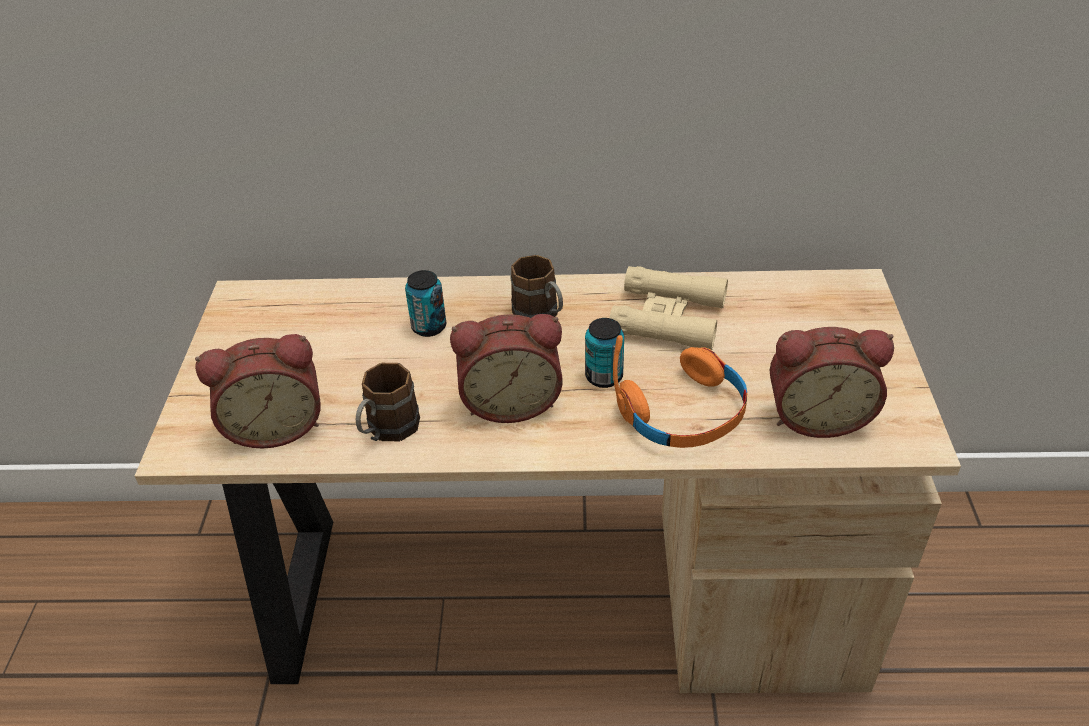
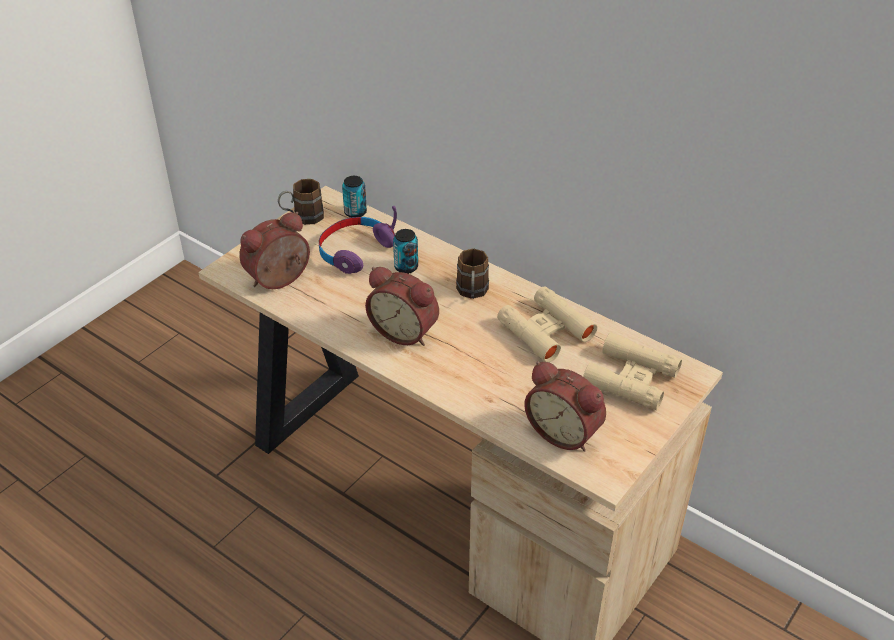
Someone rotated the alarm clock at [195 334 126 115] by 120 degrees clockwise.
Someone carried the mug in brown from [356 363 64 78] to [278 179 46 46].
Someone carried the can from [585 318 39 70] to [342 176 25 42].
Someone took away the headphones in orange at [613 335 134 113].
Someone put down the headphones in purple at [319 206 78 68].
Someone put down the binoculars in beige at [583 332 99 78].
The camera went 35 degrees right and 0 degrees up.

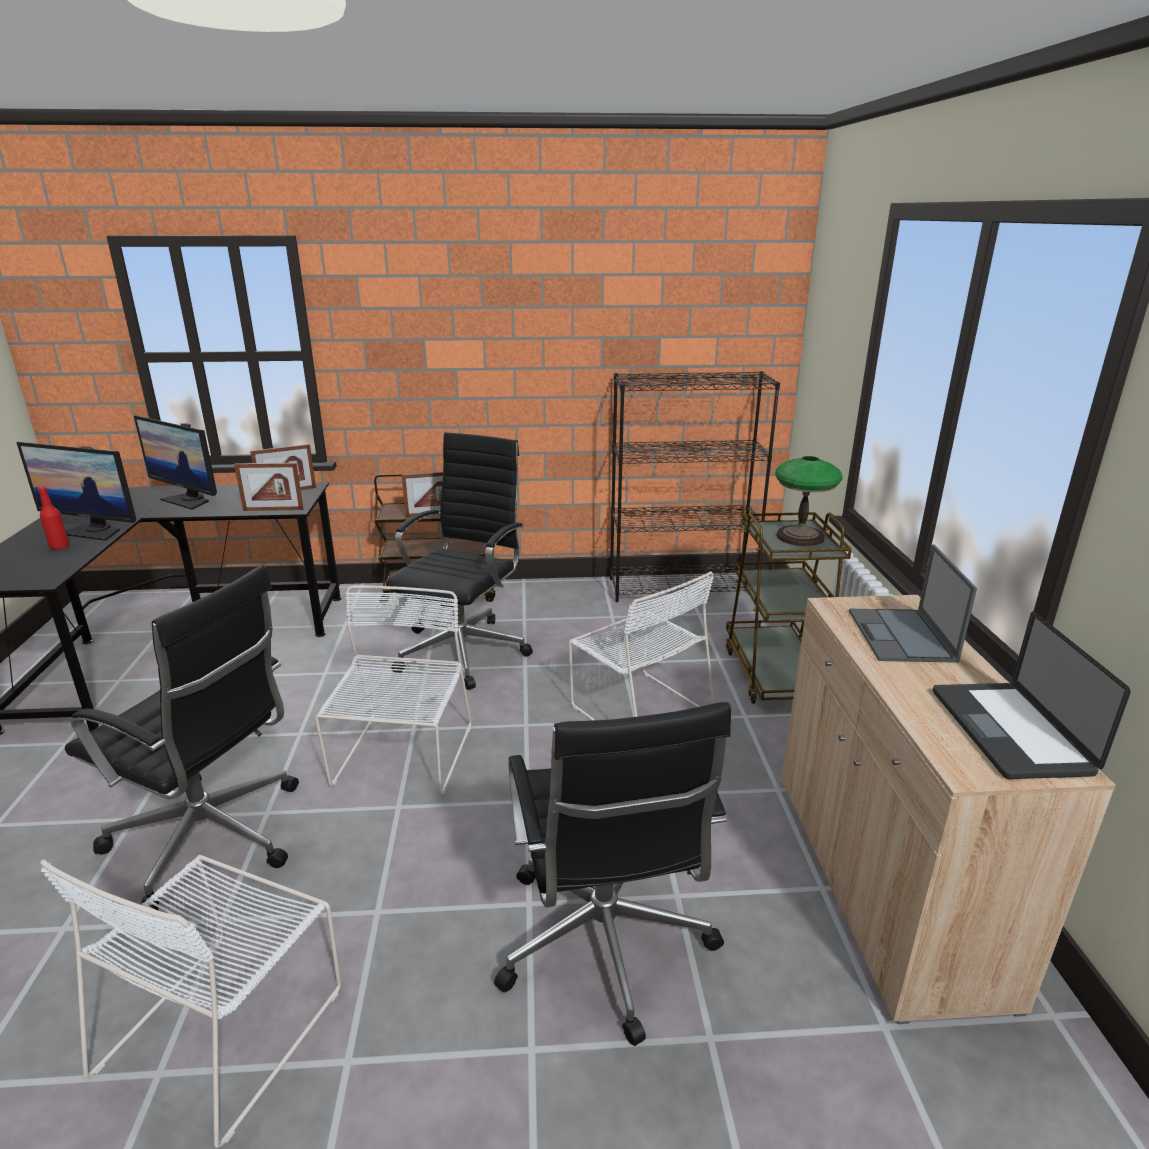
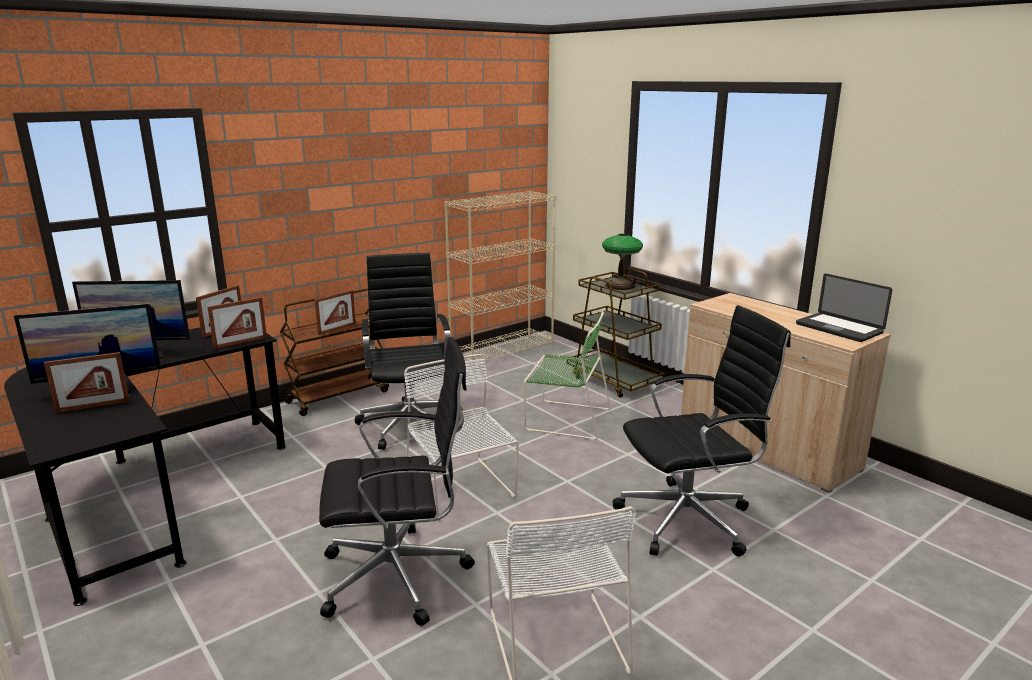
Someone swapped the bottle in red at [38 486 31 64] for the picture frame at [44 352 86 61].
Someone rotated the office chair in black at [494 702 237 344] by 60 degrees counterclockwise.
Someone repainted the chair in white at [569 571 146 149], which became the chair in green at [524 311 87 129].
Someone repainted the bookcase in black at [610 371 170 231], which became the bookcase in beige at [444 191 112 179].
Someone took away the laptop at [849 544 128 119].
The camera went 35 degrees left and 5 degrees down.

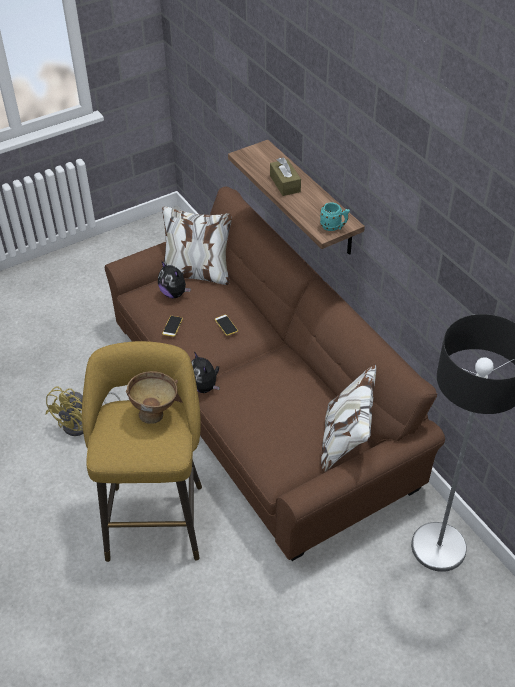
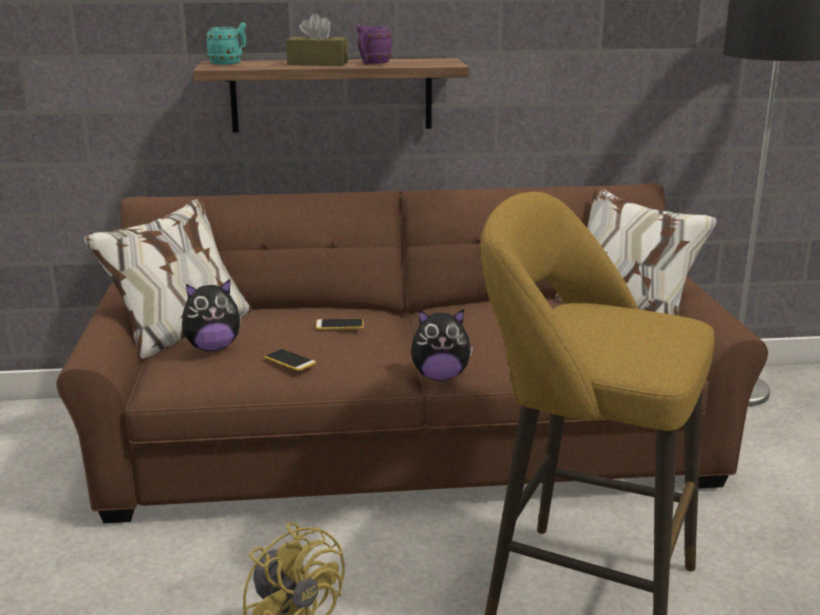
Someone took away the bowl in brown at [126 371 52 53].
Someone carried the mug in turquoise from [320 202 30 29] to [206 23 40 42].
Someone put down the mug in purple at [356 25 36 40].
The camera went 65 degrees left and 25 degrees down.

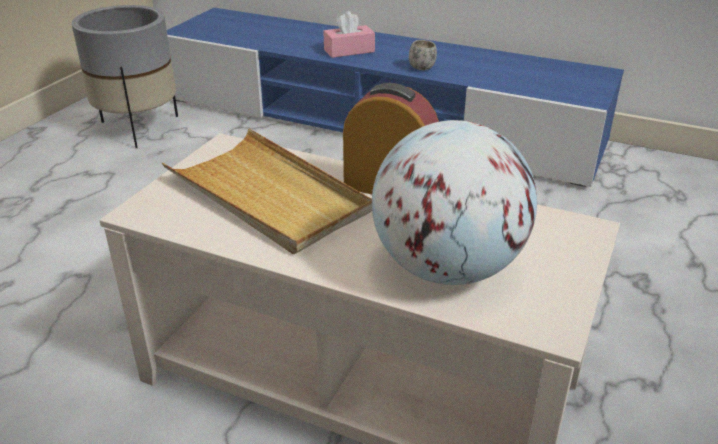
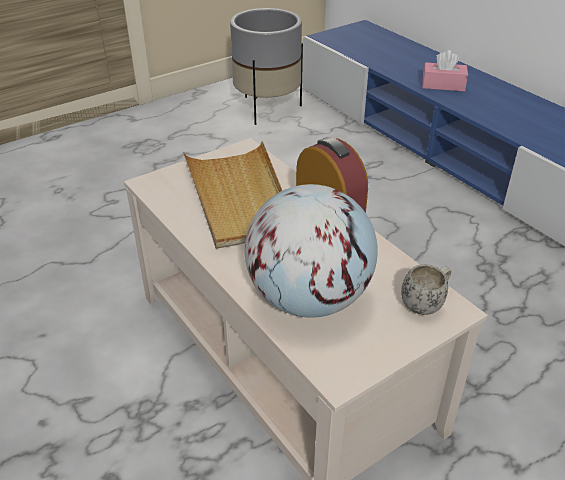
Someone carried the mug in white from [409 40 28 30] to [401 264 51 51].
The camera went 30 degrees right and 5 degrees up.

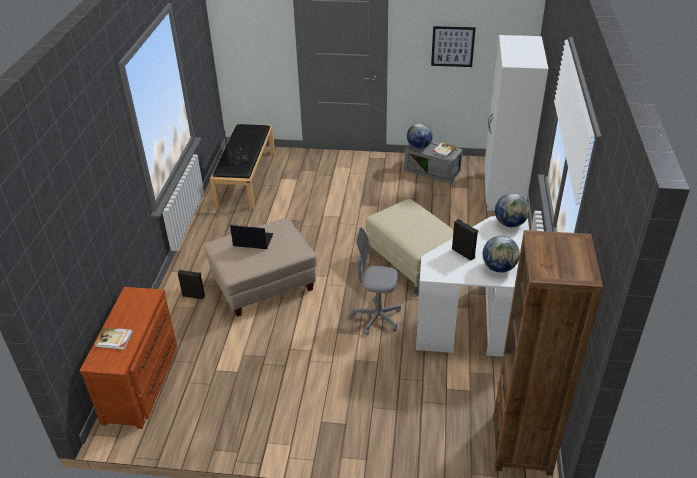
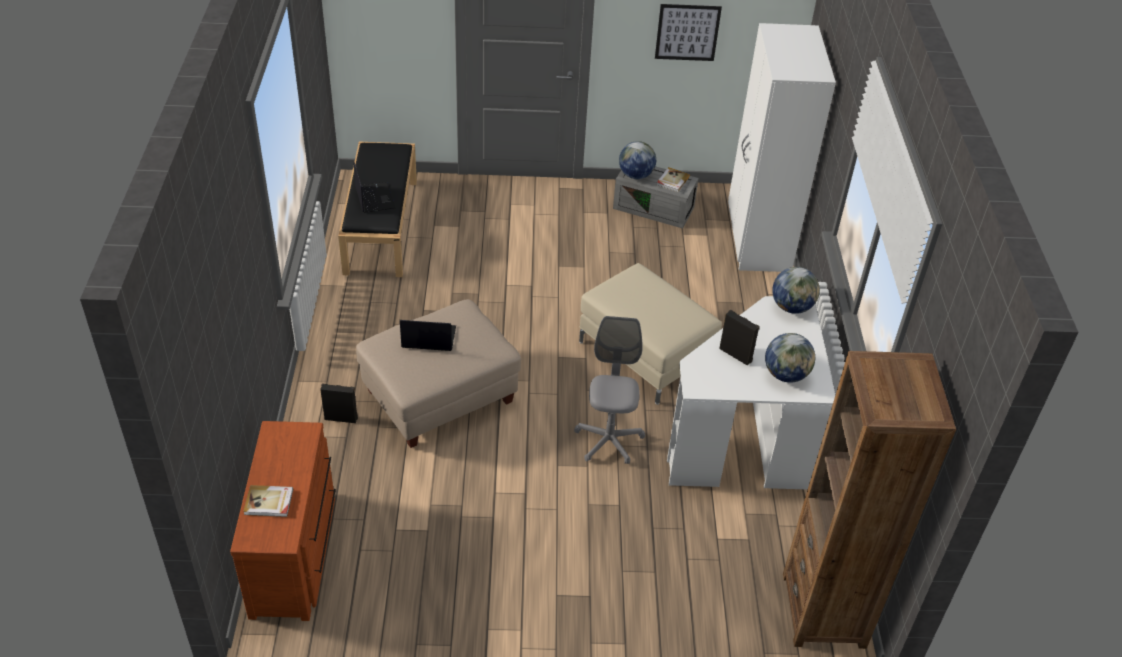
Someone rotated the office chair in grey at [351 227 50 108] by 90 degrees clockwise.
The camera went 10 degrees left and 5 degrees up.

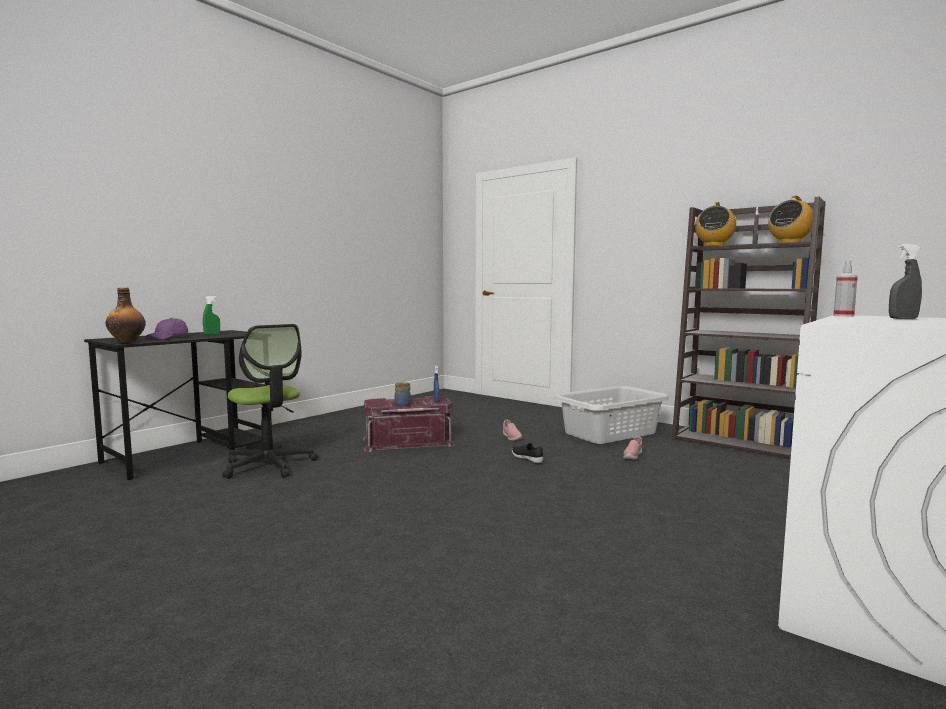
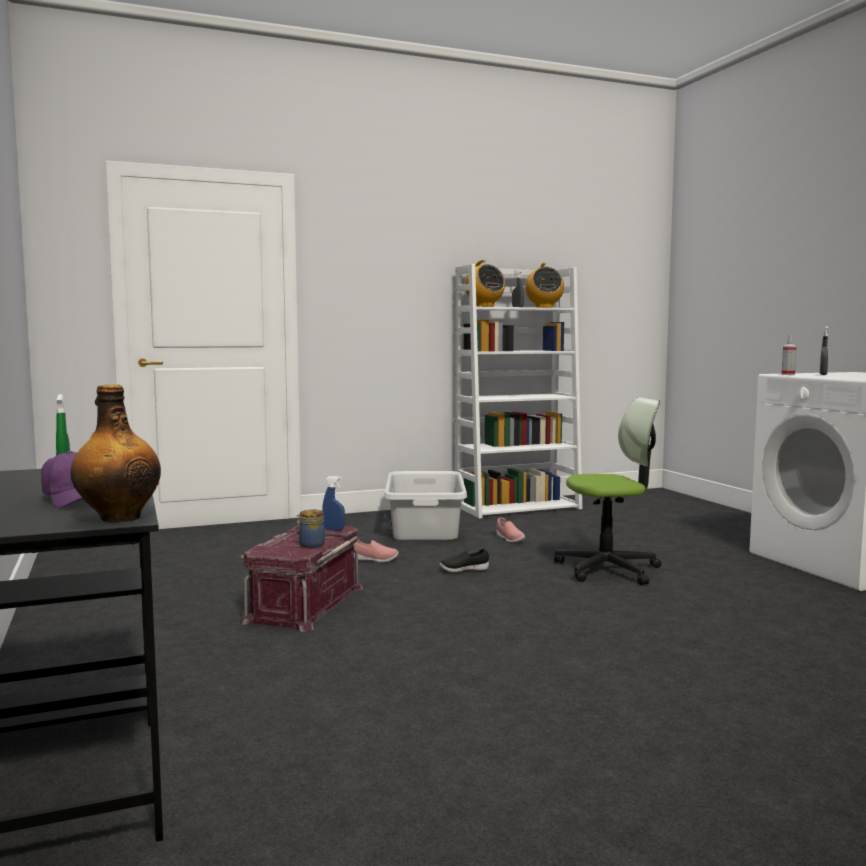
Someone carried the office chair from [222 324 96 155] to [554 397 107 188].
Someone repainted the bookcase in brown at [672 197 154 260], which became the bookcase in white at [455 264 127 254].
The camera went 60 degrees left and 0 degrees up.

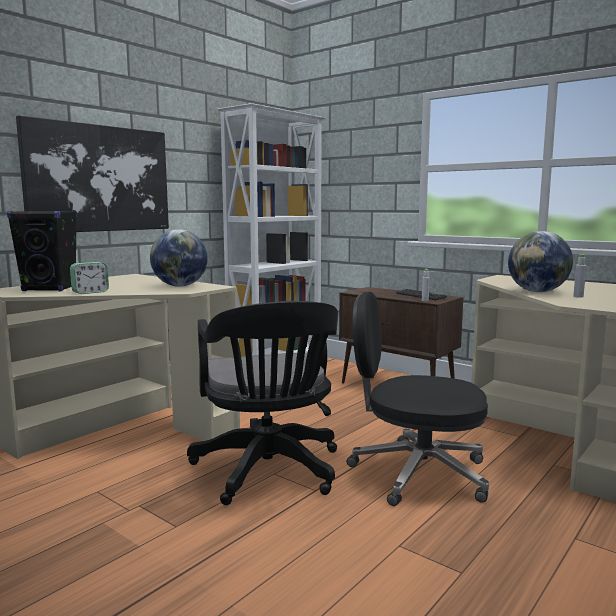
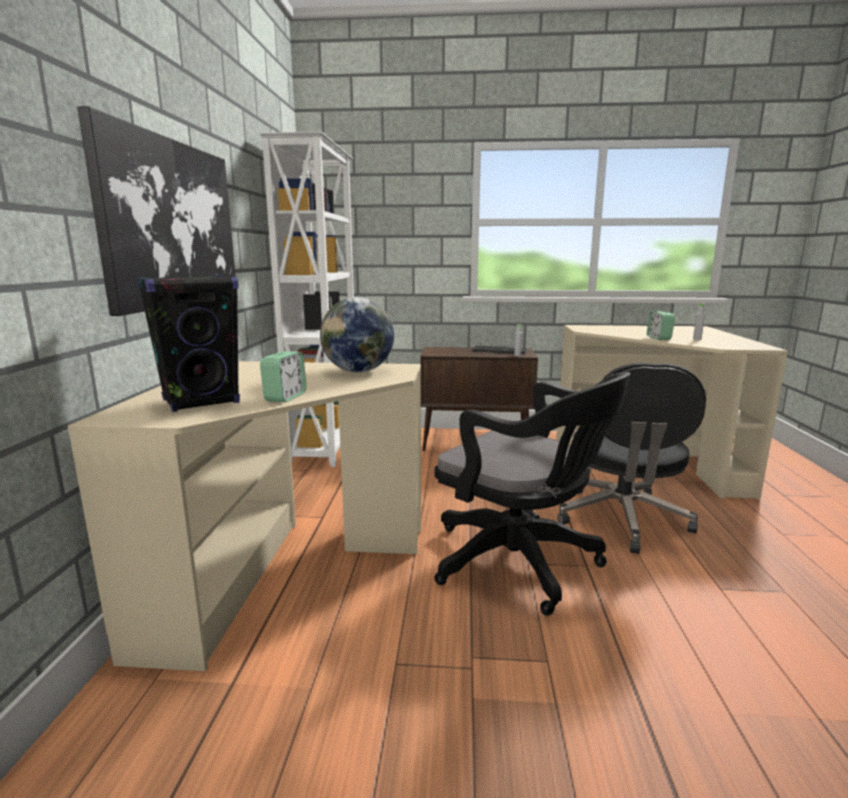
Someone rotated the office chair in black at [347 292 142 214] by 60 degrees counterclockwise.
Someone swapped the globe at [508 231 65 61] for the alarm clock at [647 311 28 29].
The camera went 35 degrees left and 5 degrees up.

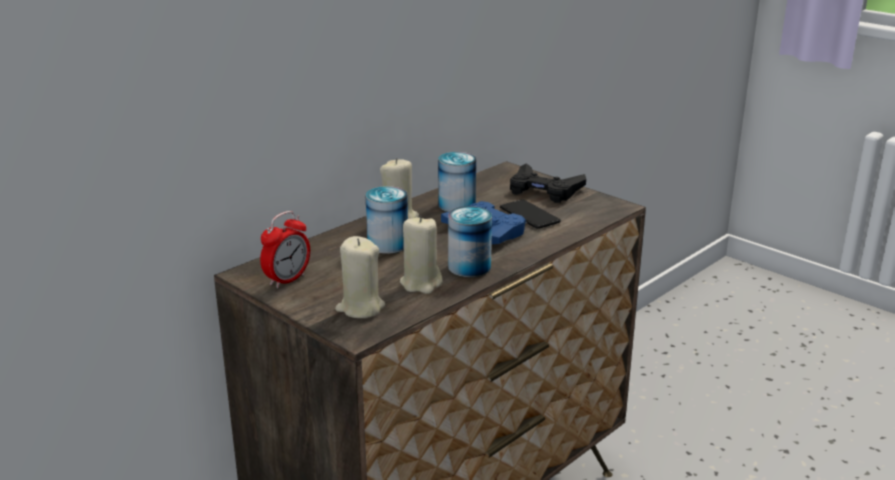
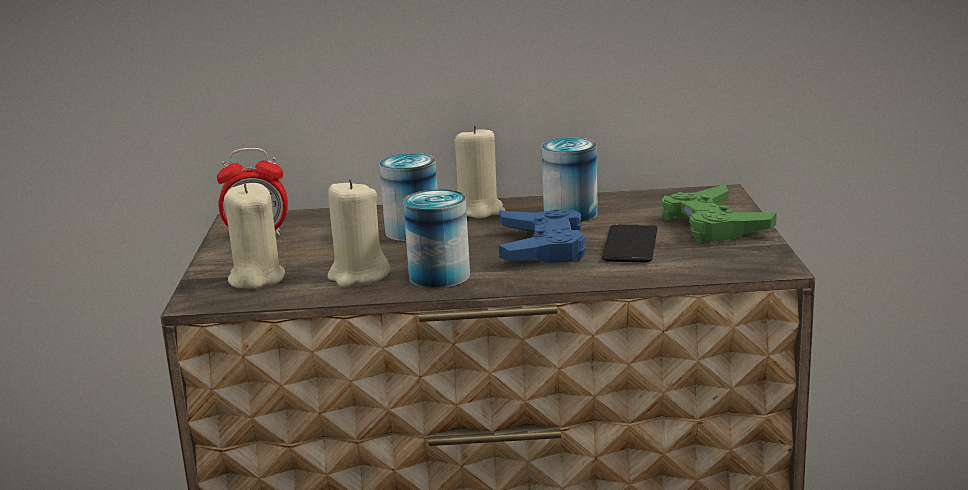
Someone repainted the game controller in black at [510 163 76 40], which became the game controller in green at [662 184 115 59].
The camera went 45 degrees right and 5 degrees down.

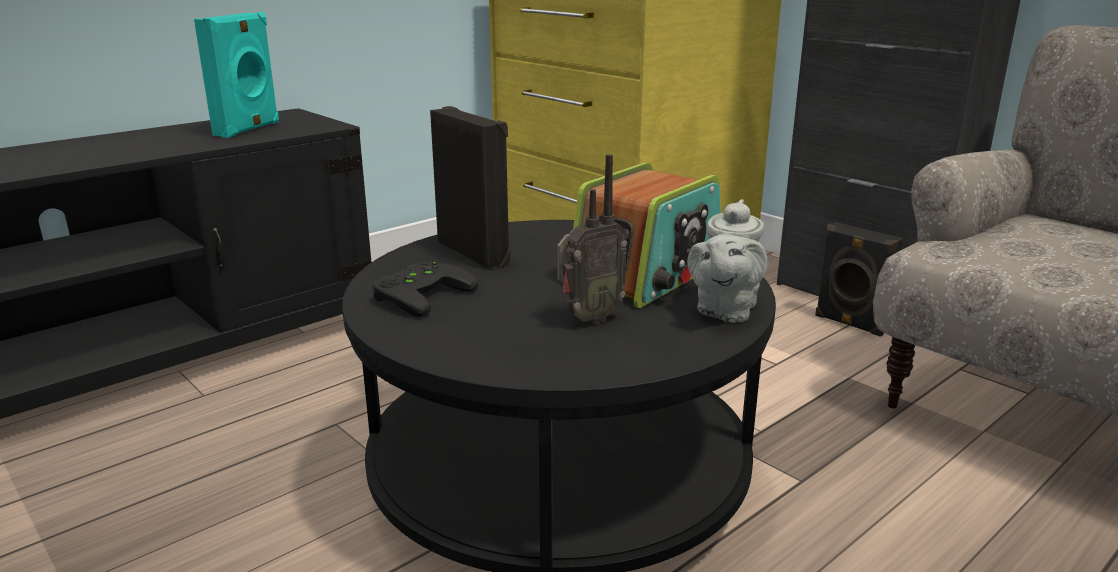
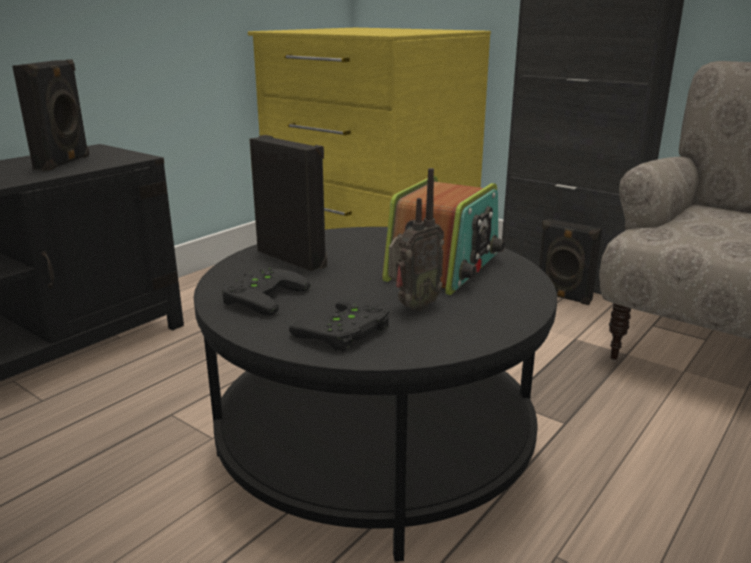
Someone repainted the speaker in turquoise at [194 12 85 126], which became the speaker in black at [12 59 77 112].
Someone took away the teapot in grey at [688 199 79 124].
Someone put down the game controller in black at [289 298 100 54].
The camera went 10 degrees left and 0 degrees up.

